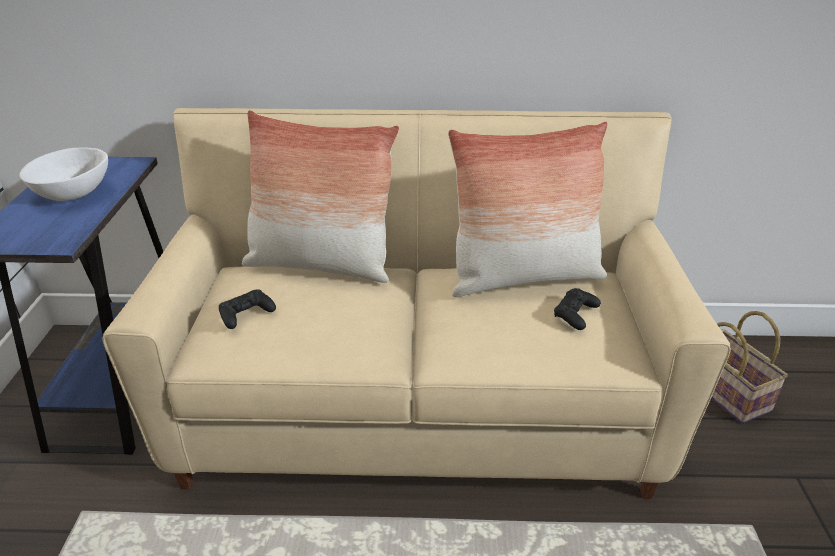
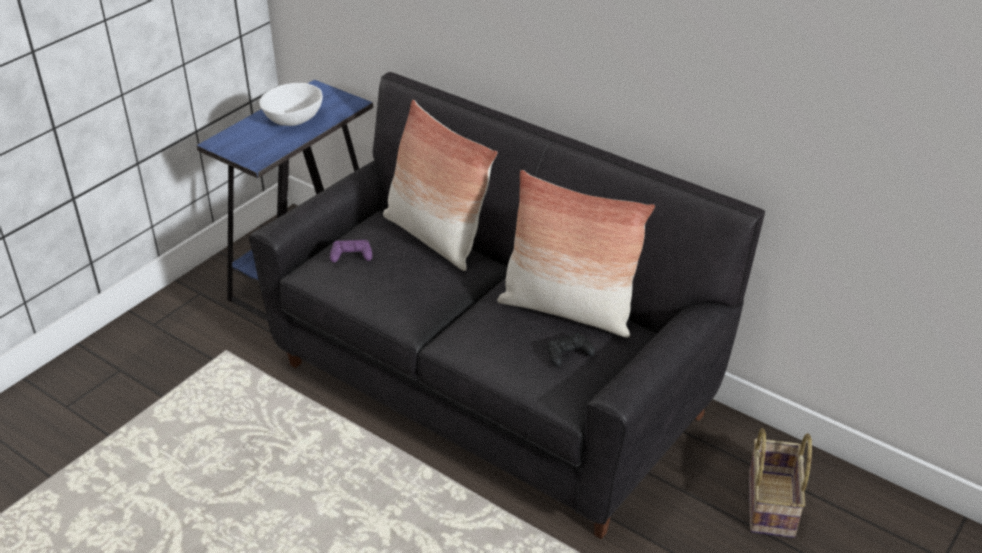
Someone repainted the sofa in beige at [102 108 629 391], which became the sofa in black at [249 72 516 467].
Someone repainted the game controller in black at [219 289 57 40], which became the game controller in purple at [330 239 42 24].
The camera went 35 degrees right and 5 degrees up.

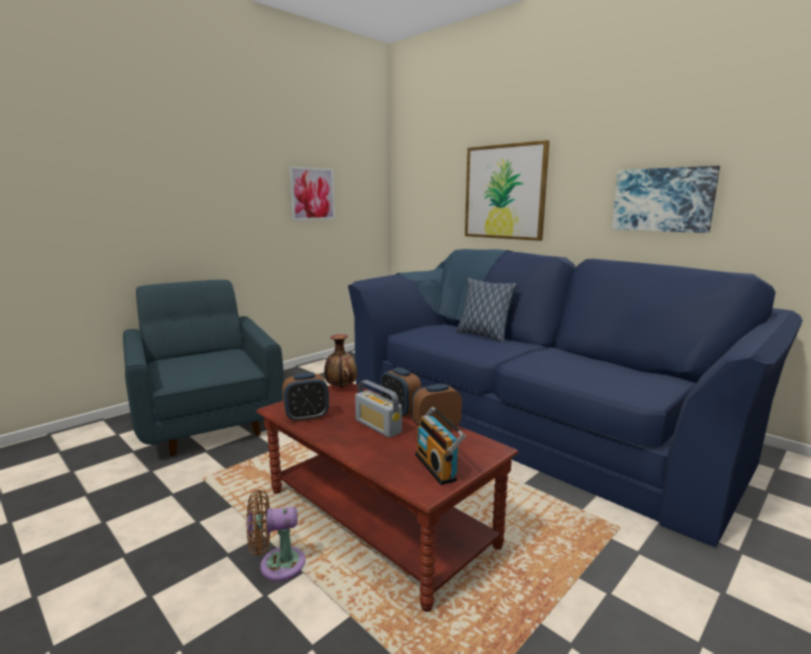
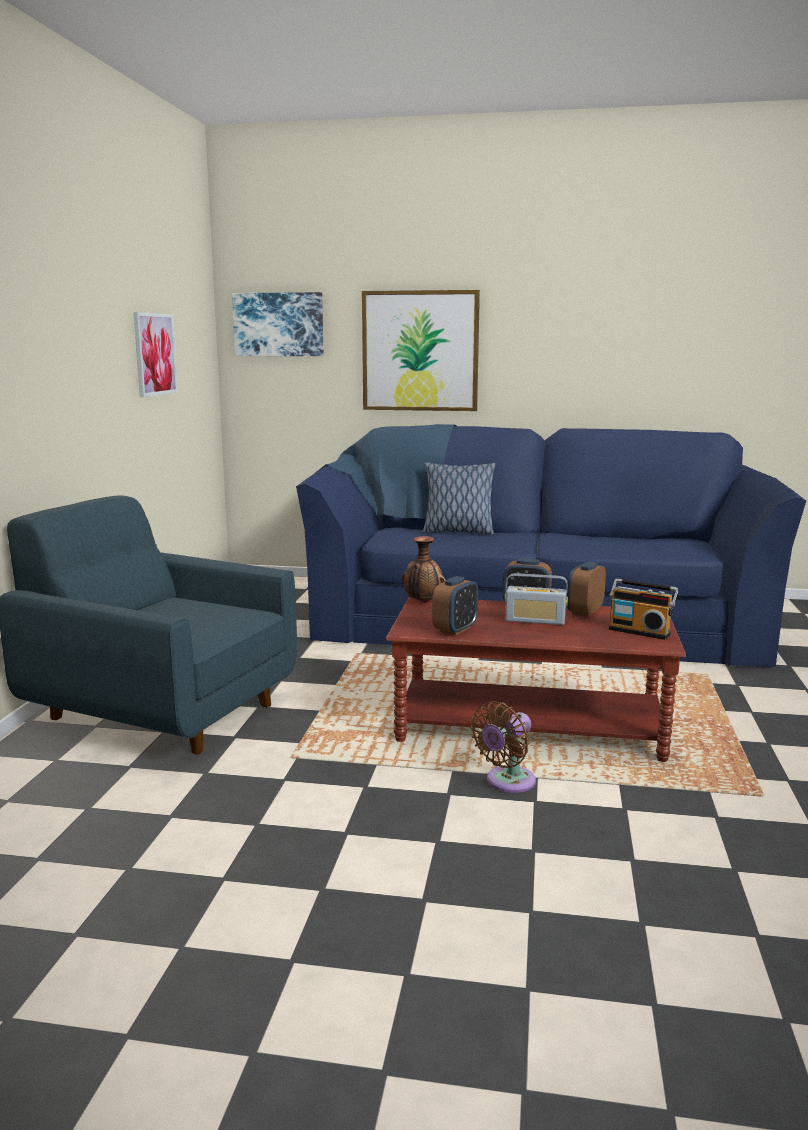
Someone carried the picture from [612 166 108 67] to [232 292 92 64].
The camera went 35 degrees left and 0 degrees up.

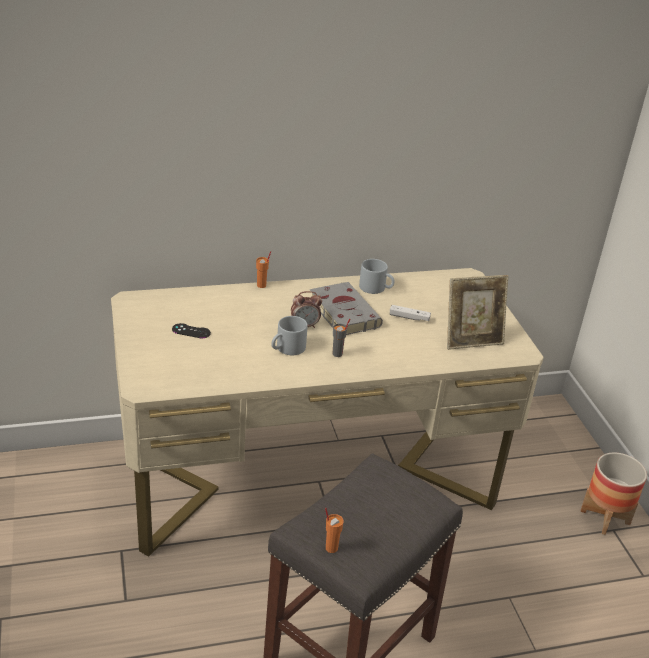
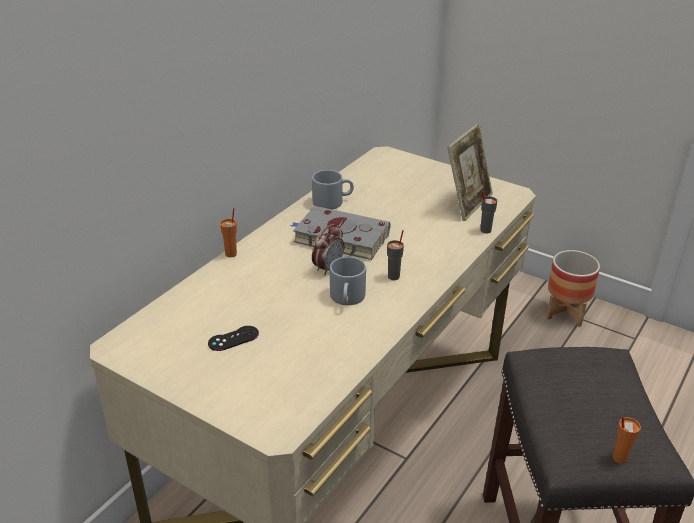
Someone took away the game controller in white at [390 305 41 16].
Someone put down the cup in grey at [480 191 17 42].
The camera went 40 degrees left and 0 degrees up.

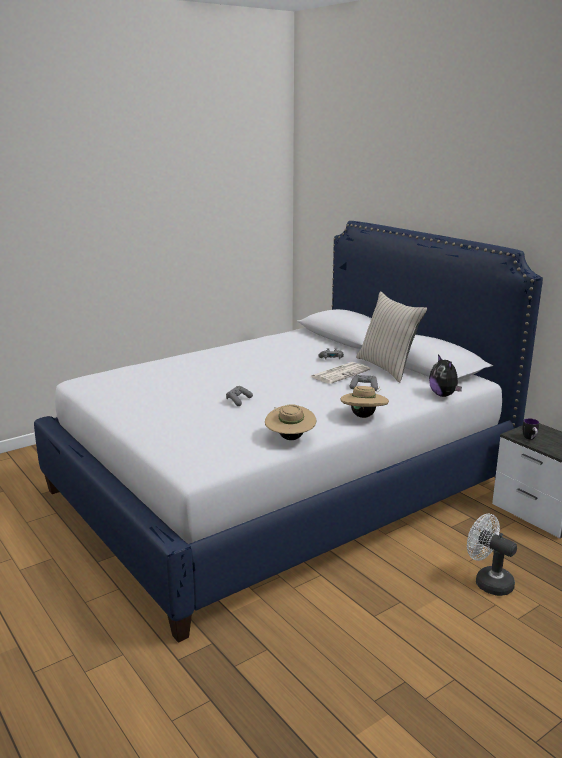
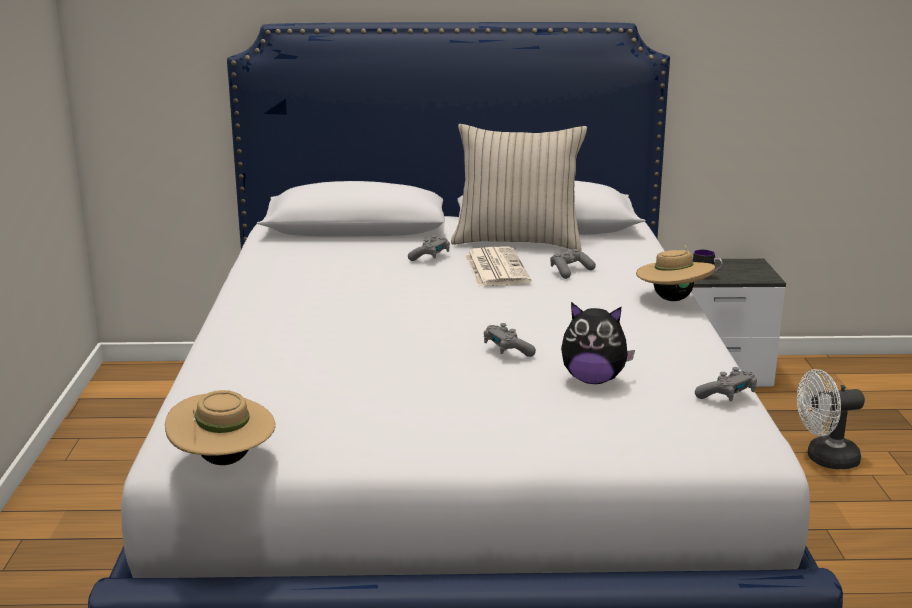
Someone carried the hat in beige from [265 404 51 36] to [165 390 110 75].
Someone carried the plush toy from [429 354 33 43] to [561 302 74 82].
Someone put down the game controller in grey at [695 367 62 34].
The camera went 55 degrees left and 0 degrees up.

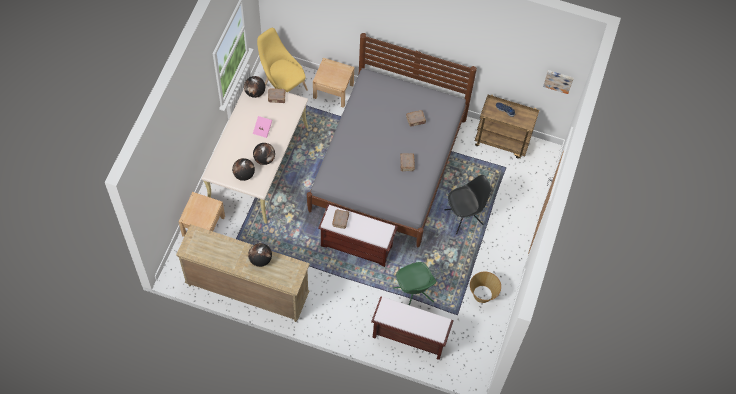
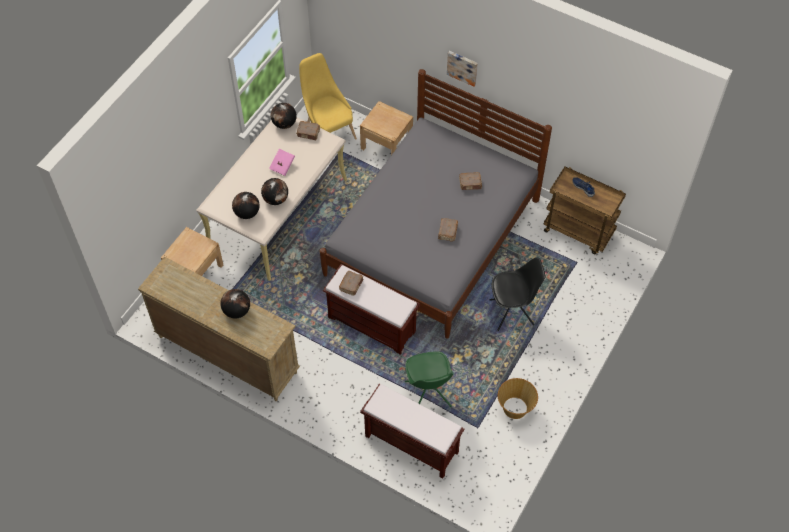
Someone carried the picture from [543 70 31 24] to [447 51 31 35].
The camera went 15 degrees right and 5 degrees down.

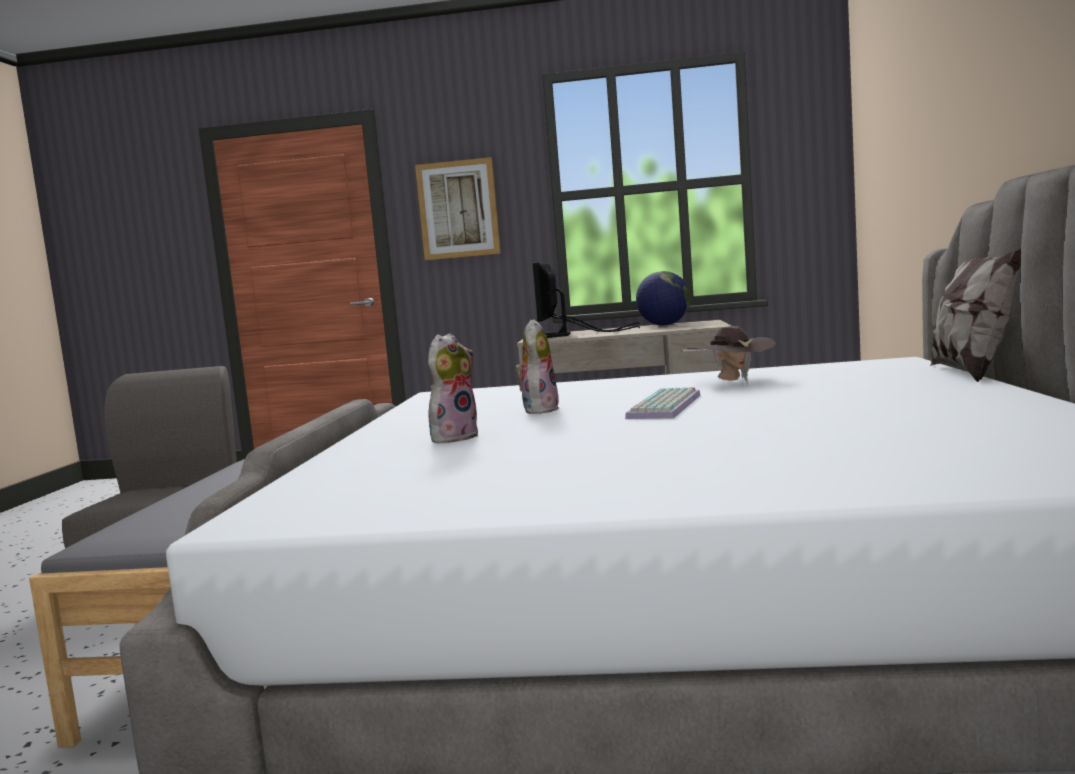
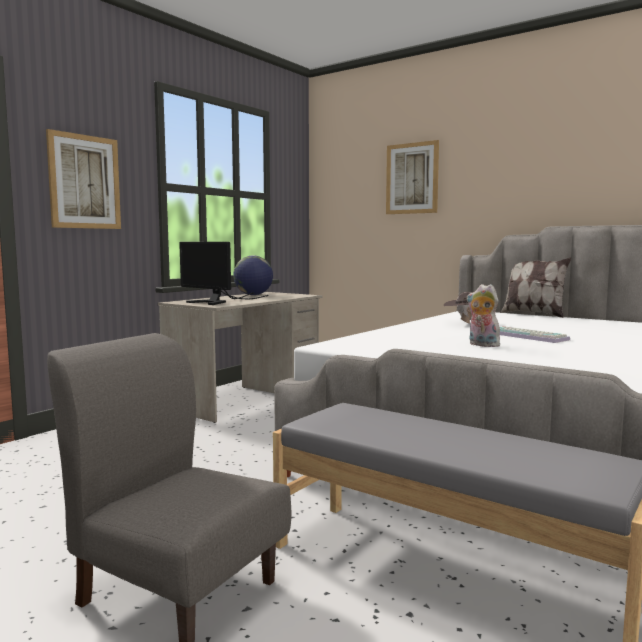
Someone took away the plush toy at [428 333 50 110].
Someone put up the picture at [386 140 53 74].
The camera went 60 degrees left and 0 degrees up.

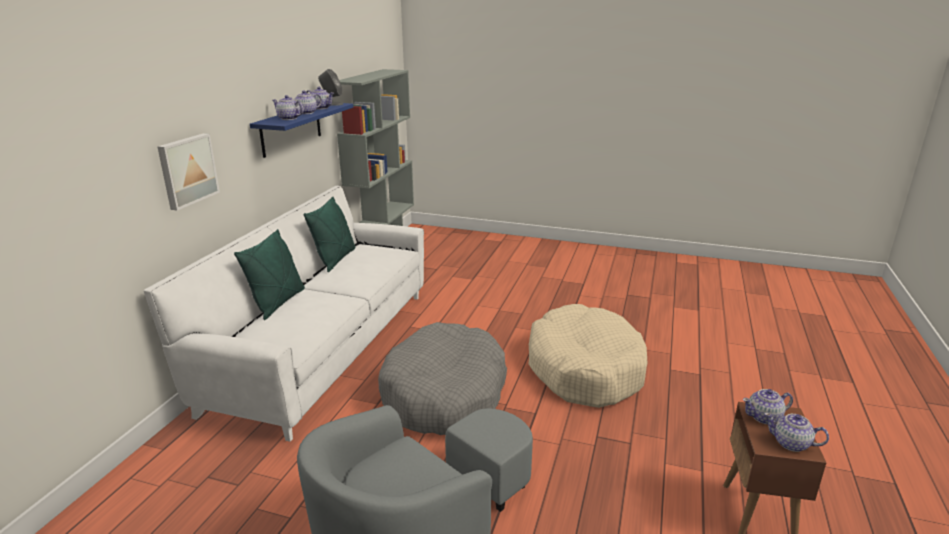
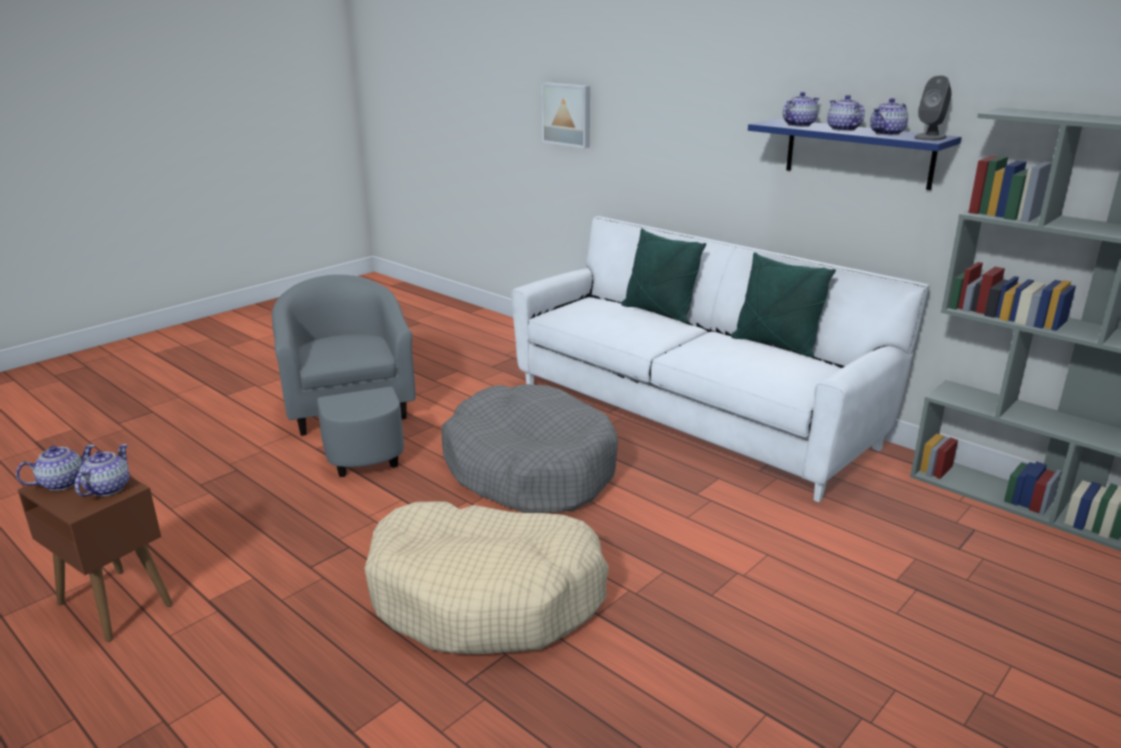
Someone carried the picture from [157 133 63 77] to [541 82 49 66].
The camera went 115 degrees right and 0 degrees up.

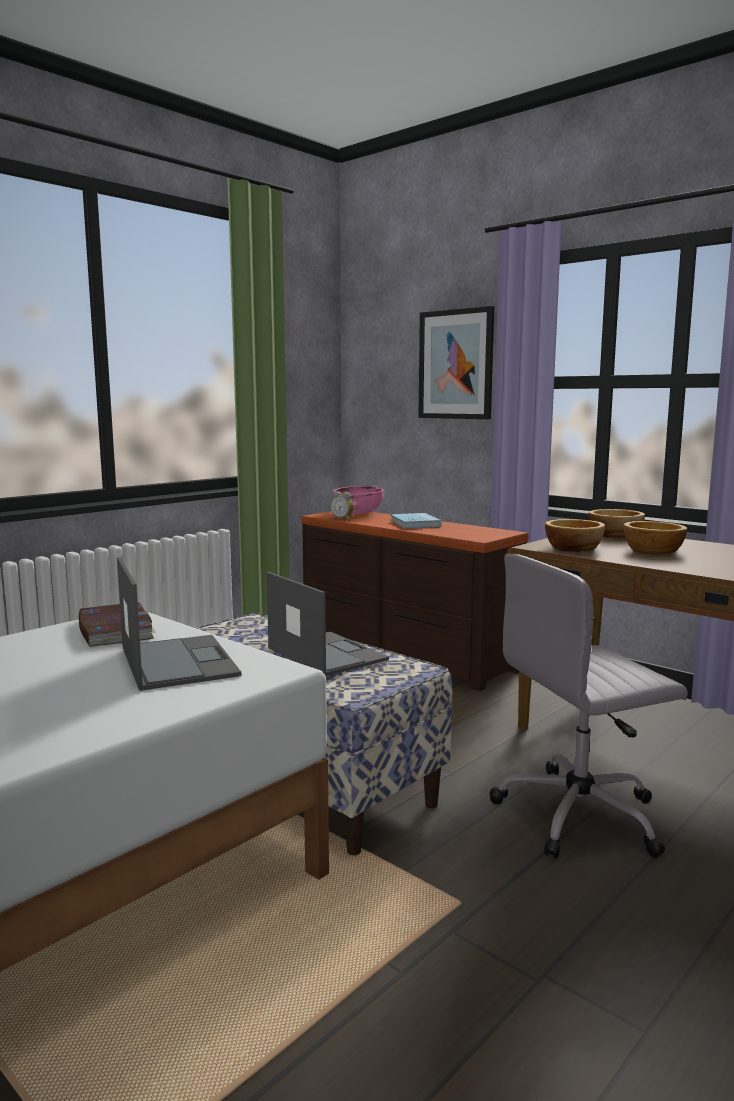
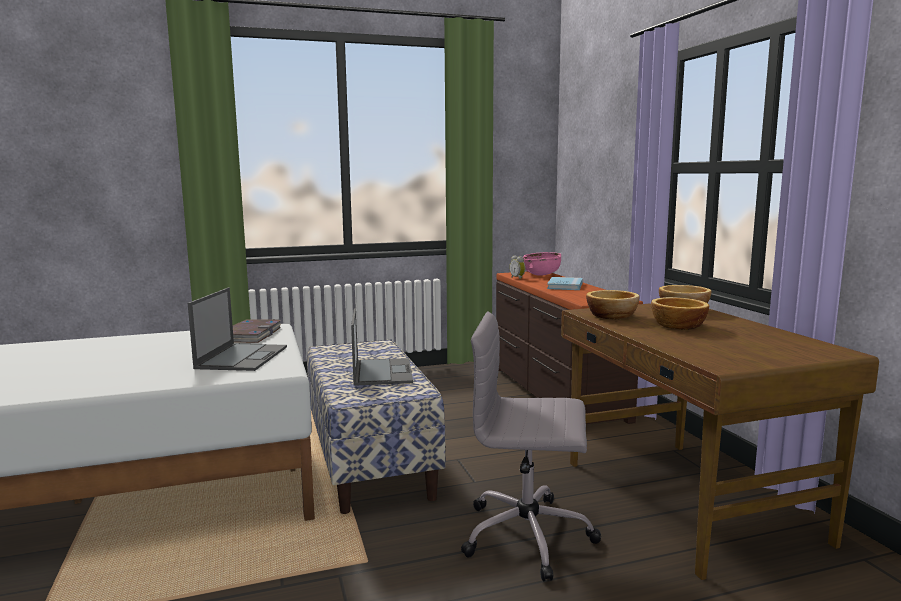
Someone took away the picture at [418 306 76 113].
The camera went 30 degrees right and 0 degrees up.

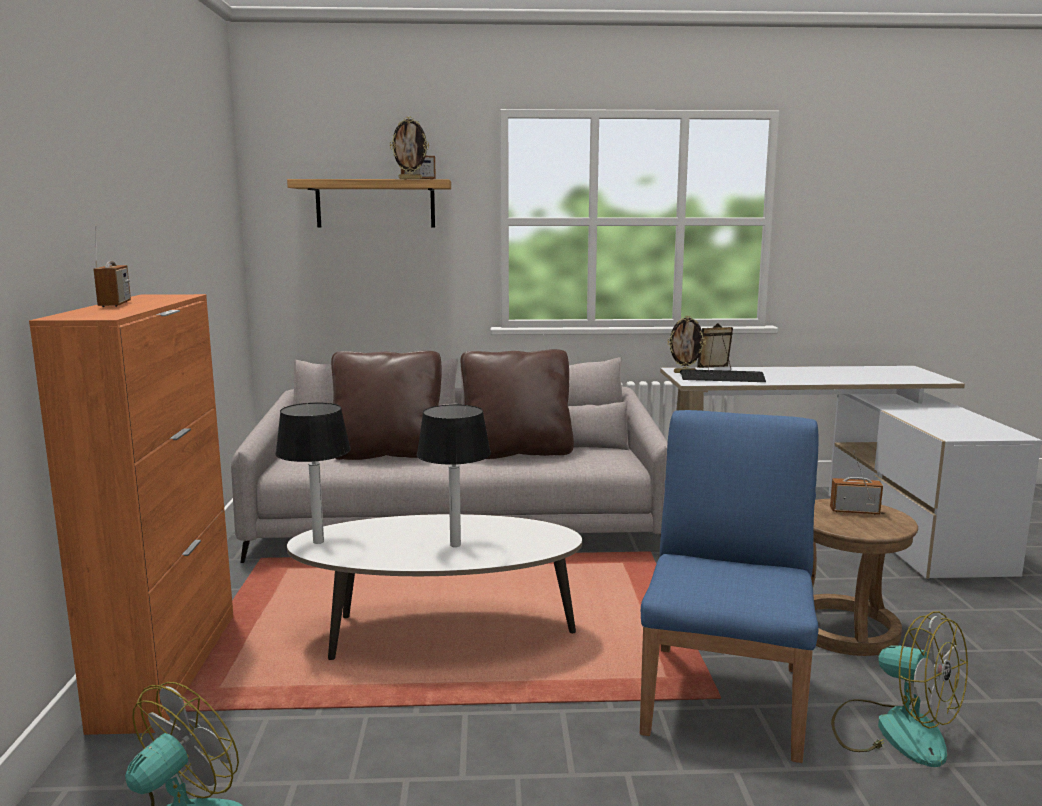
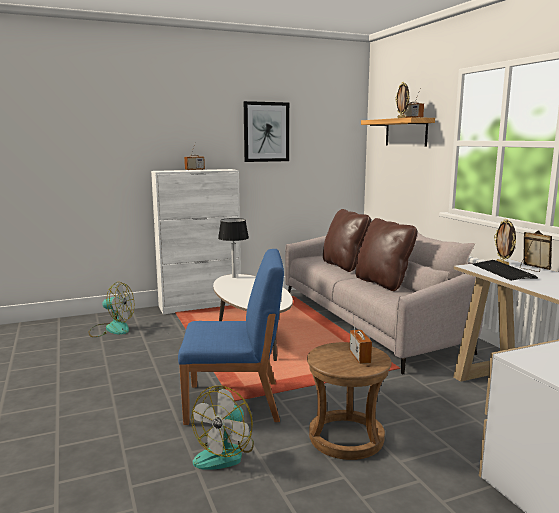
Someone repainted the cabinet in orange at [29 294 204 441], which became the cabinet in white at [151 169 90 145].
Someone took away the table lamp at [417 404 74 143].
Someone put up the picture at [244 101 45 61].
The camera went 70 degrees right and 0 degrees up.

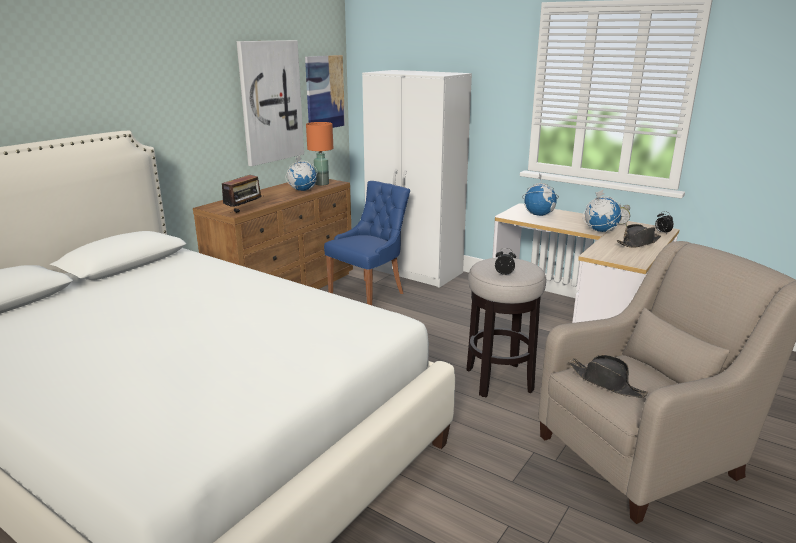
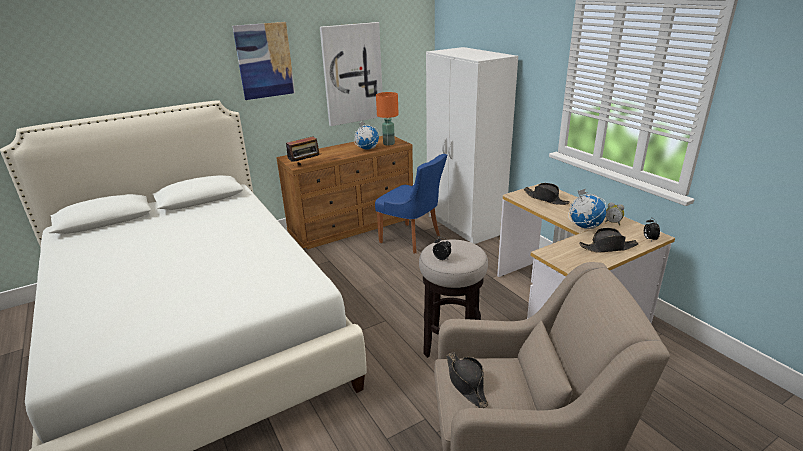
Someone carried the picture from [305 55 40 73] to [232 22 63 78].
Someone rotated the chair in blue at [324 181 86 124] by 60 degrees clockwise.
Someone swapped the globe at [522 173 37 43] for the hat in black at [523 183 47 22].
The camera went 25 degrees right and 5 degrees up.

